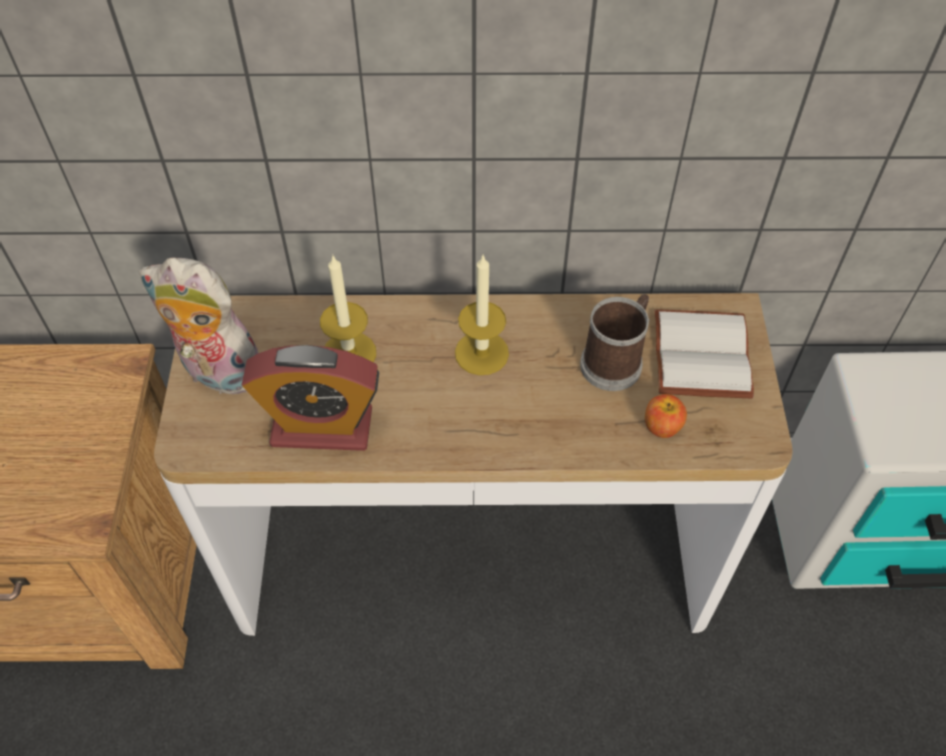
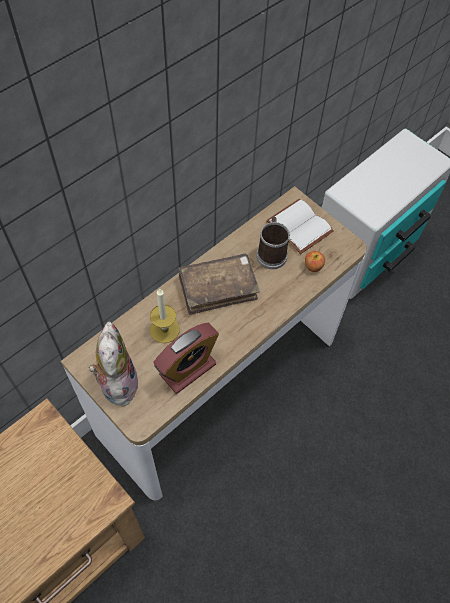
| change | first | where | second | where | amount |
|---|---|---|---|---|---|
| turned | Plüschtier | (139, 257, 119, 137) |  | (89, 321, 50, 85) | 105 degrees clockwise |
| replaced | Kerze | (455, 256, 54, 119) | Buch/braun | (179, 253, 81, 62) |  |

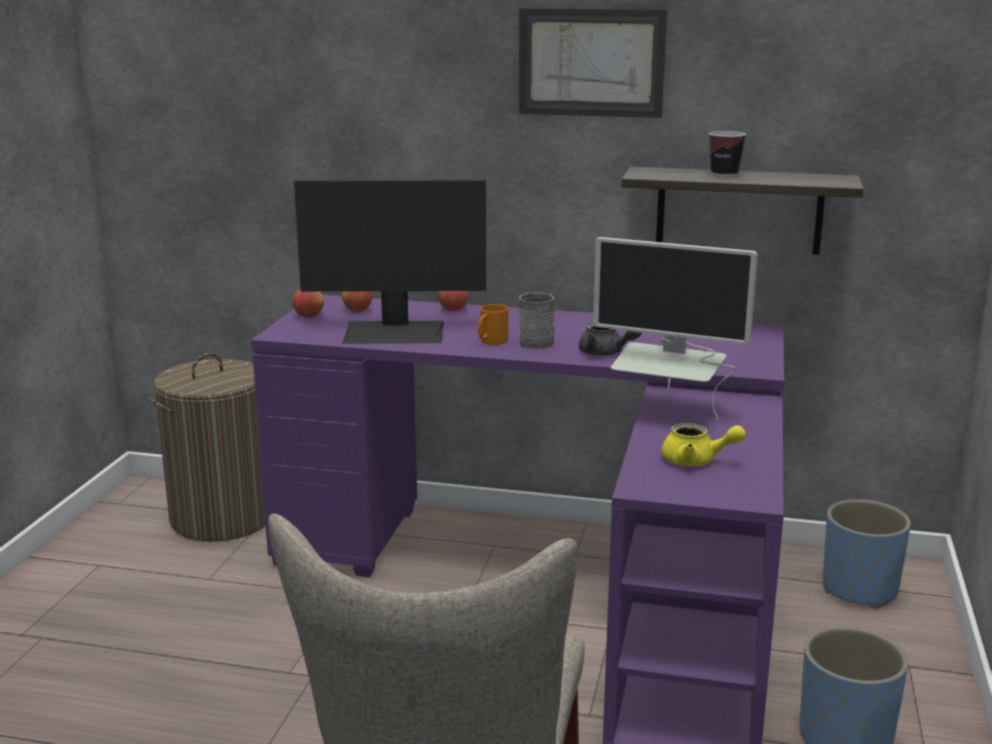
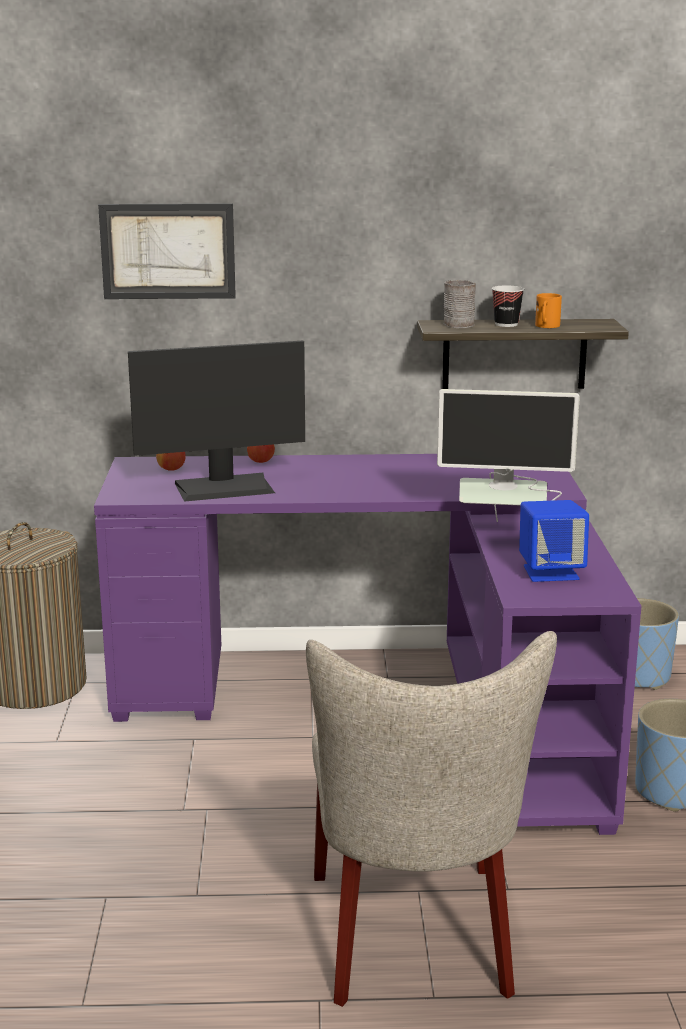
| change | first | where | second | where | amount |
|---|---|---|---|---|---|
| moved | Bild | (519, 8, 148, 110) |  | (98, 203, 138, 96) |  |
| moved | Henkelbecher/grau | (519, 293, 36, 56) |  | (444, 280, 32, 48) |  |
| replaced | Teekanne/gelb | (661, 423, 85, 43) | Lautsprecher/blau | (519, 500, 70, 82) |  |
| moved | Henkelbecher/orange | (478, 304, 30, 41) |  | (535, 293, 27, 35) |  |
| removed | Apfel | (292, 289, 32, 28) |  |  |  |
| removed | Teekanne/grau | (579, 323, 63, 33) |  |  |  |

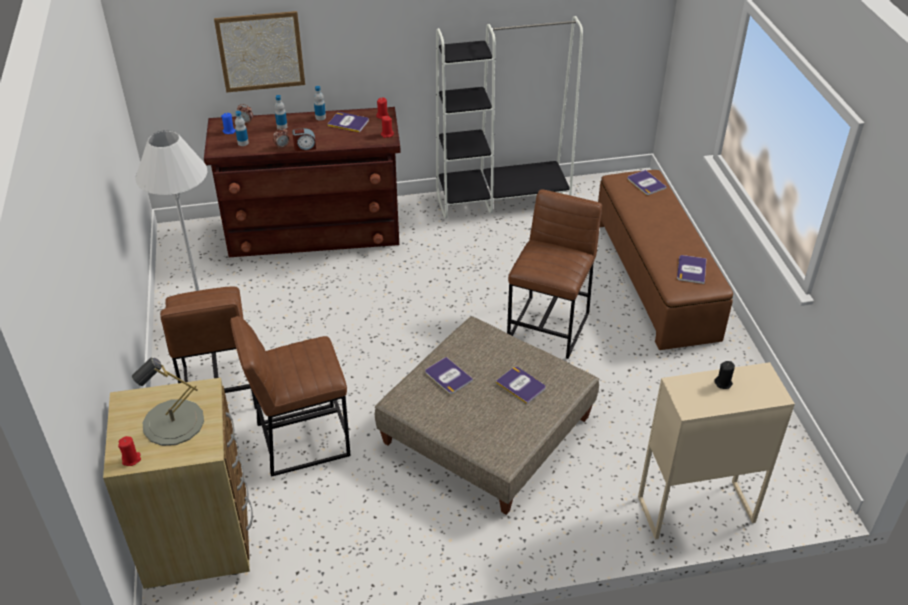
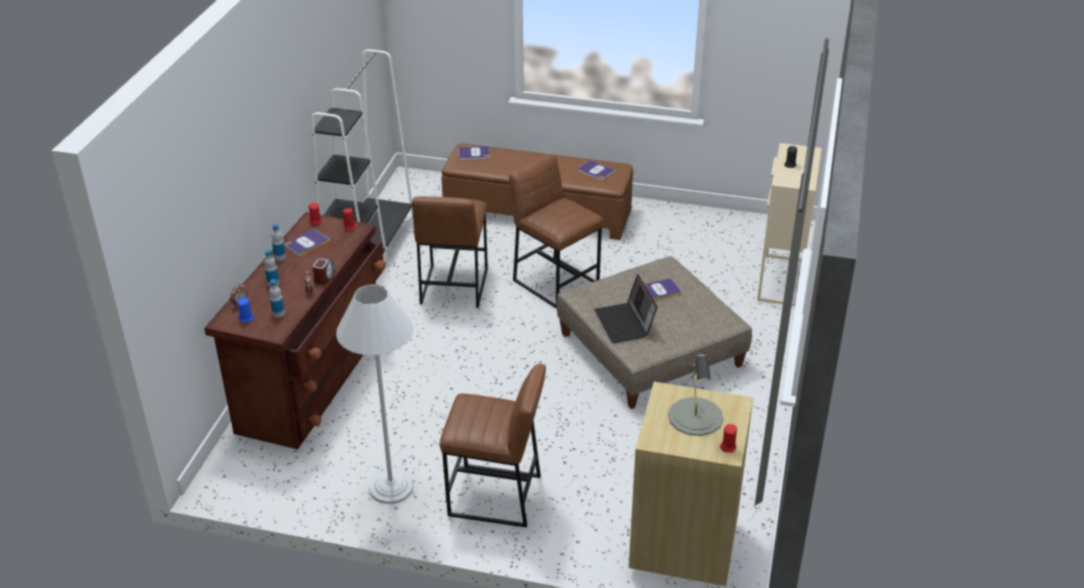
| change | first | where | second | where | amount |
|---|---|---|---|---|---|
| moved | Stuhl/braun | (230, 316, 121, 161) |  | (412, 196, 76, 112) |  |
| replaced | Buch | (425, 357, 48, 37) | Laptop | (594, 274, 63, 69) |  |
| removed | Bild | (214, 11, 91, 81) |  |  |  |

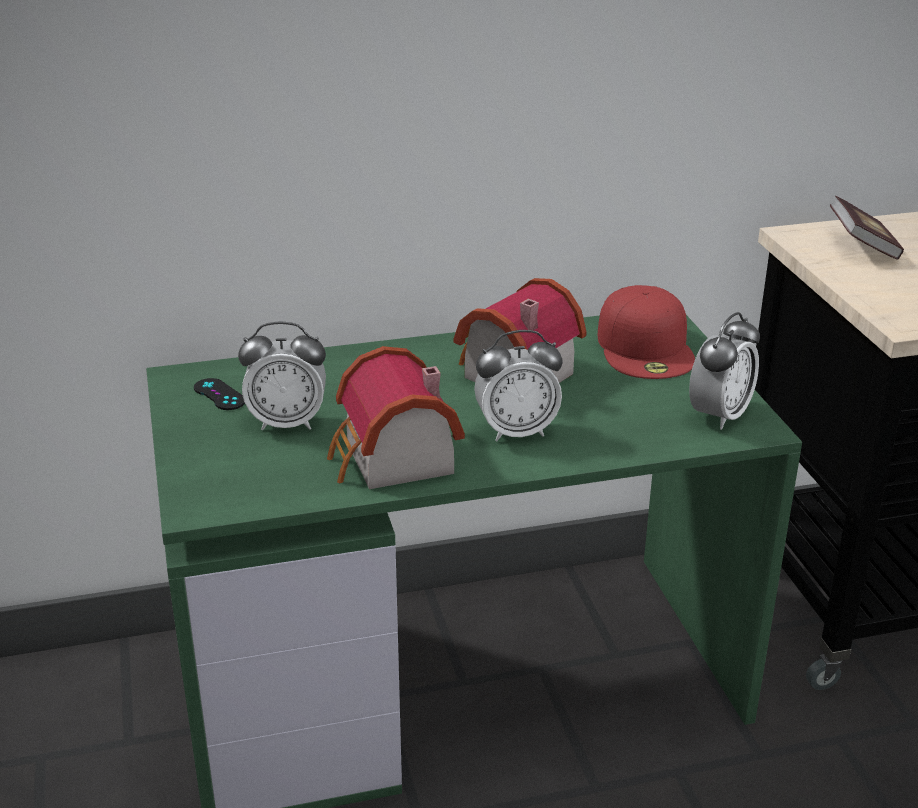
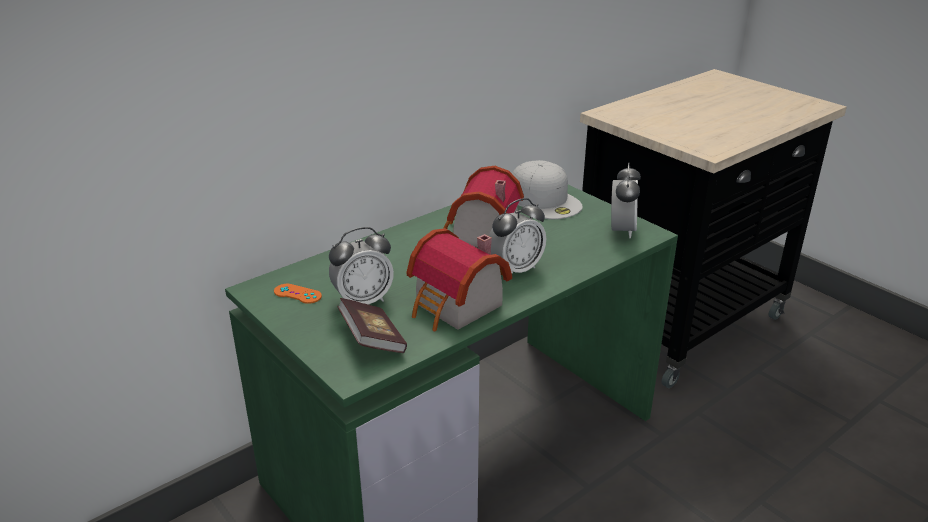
| change | first | where | second | where | amount |
|---|---|---|---|---|---|
| recoloured | Gamepad/schwarz | (194, 378, 51, 32) | Gamepad/orange | (274, 284, 48, 20) |  |
| moved | Buch | (830, 196, 74, 64) |  | (337, 298, 70, 55) |  |
| recoloured | Kappe/rot | (598, 285, 97, 94) | Kappe/weiß | (512, 160, 71, 59) |  |

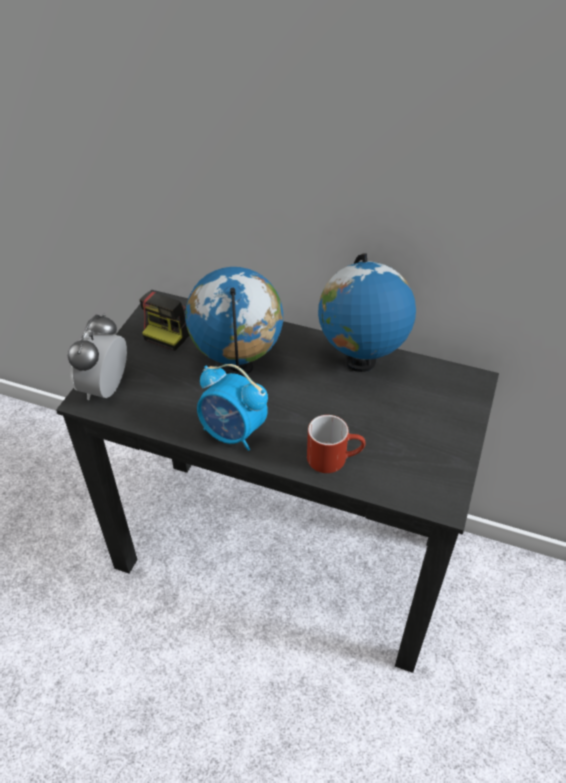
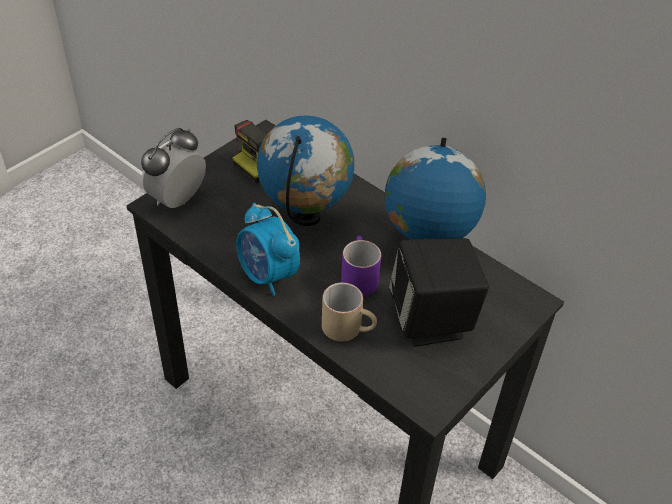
| change | first | where | second | where | amount |
|---|---|---|---|---|---|
| recoloured | Henkelbecher/rot | (307, 415, 59, 58) | Henkelbecher/beige | (322, 282, 55, 60) |  |
| added |  |  | Henkelbecher/lila | (341, 236, 40, 60) |  |
| added |  |  | Lautsprecher/schwarz | (389, 238, 100, 109) |  |

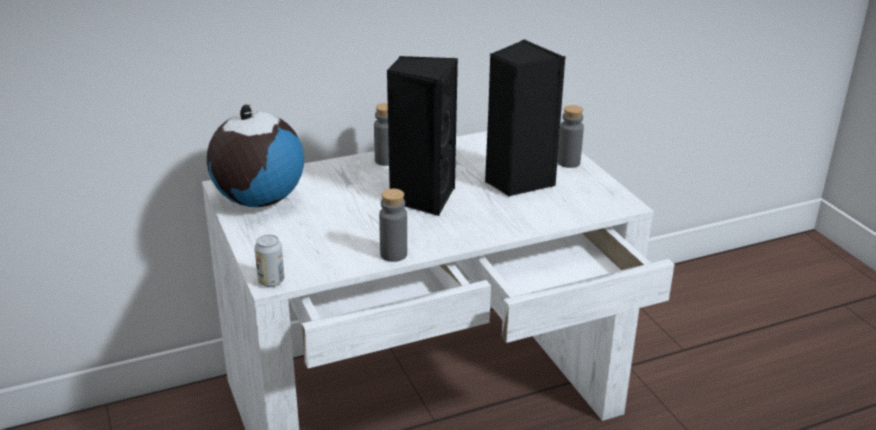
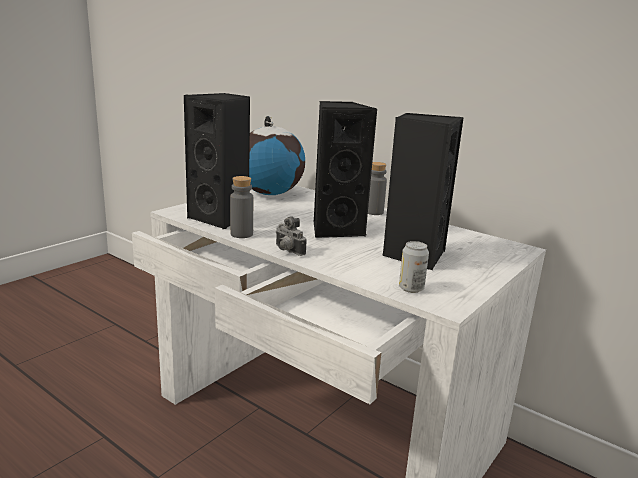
| change | first | where | second | where | amount |
|---|---|---|---|---|---|
| added |  |  | Lautsprecher/schwarz | (184, 93, 66, 136) |  |
| added |  |  | Kamera | (276, 216, 31, 40) |  |
| moved | Dose | (255, 235, 29, 52) |  | (399, 241, 30, 52) |  |
| removed | Flasche/grau | (558, 105, 26, 63) |  |  |  |

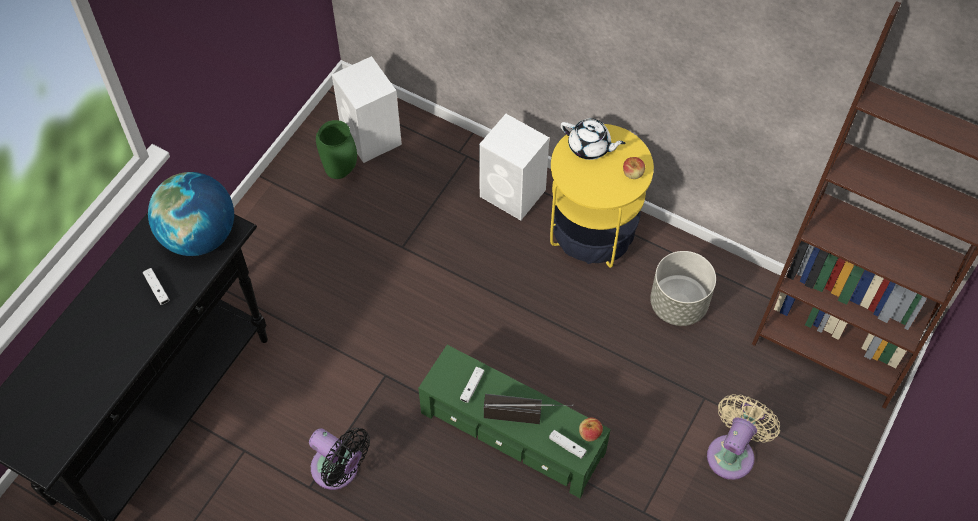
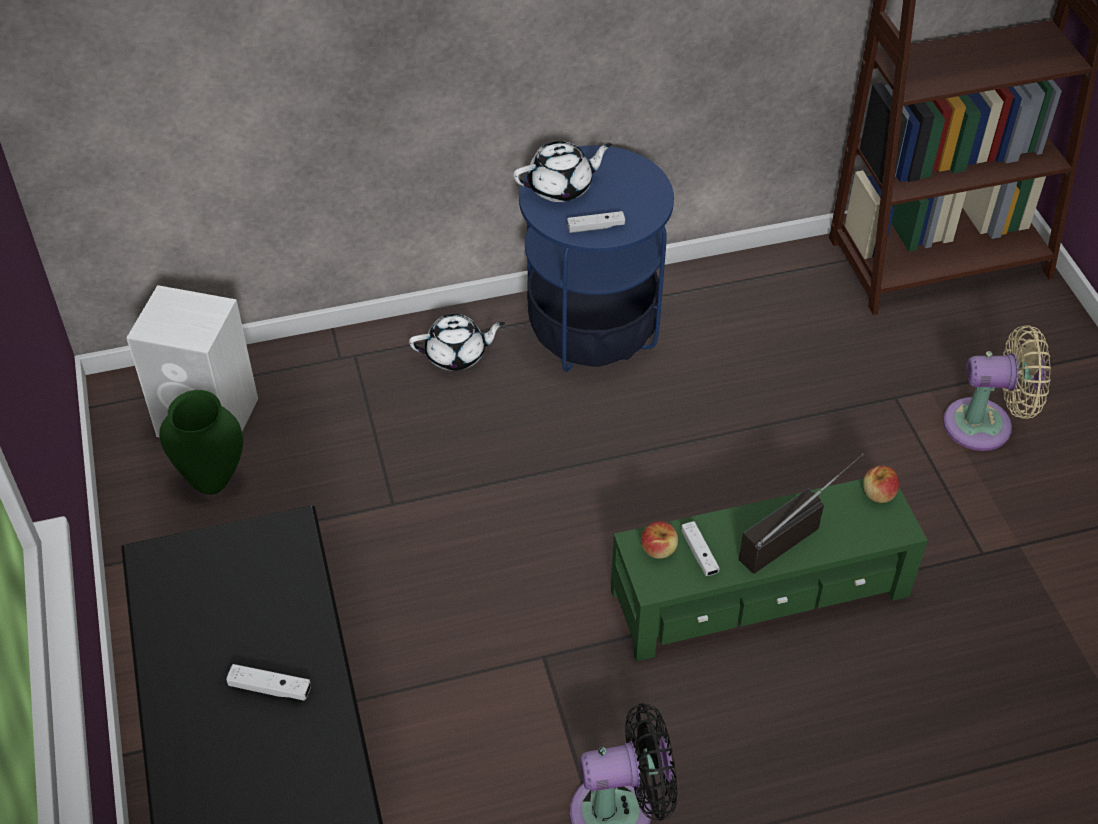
| change | first | where | second | where | amount |
|---|---|---|---|---|---|
| replaced | Lautsprecher/weiß | (479, 114, 70, 106) | Teekanne/weiß | (409, 314, 96, 57) |  |
| recoloured | Beistelltisch/gelb | (550, 124, 104, 144) | Beistelltisch/blau | (519, 145, 155, 227) |  |
| moved | Gamepad/weiß | (549, 430, 38, 29) |  | (567, 211, 58, 22) |  |
| moved | Apfel | (623, 157, 22, 22) |  | (641, 521, 37, 38) |  |
| turned | Ventilator/beige | (707, 394, 73, 86) |  | (943, 325, 108, 126) | 105 degrees clockwise |
| removed | Globus | (148, 172, 86, 84) |  |  |  |
| removed | Pflanzkübel/grau | (650, 251, 66, 75) |  |  |  |

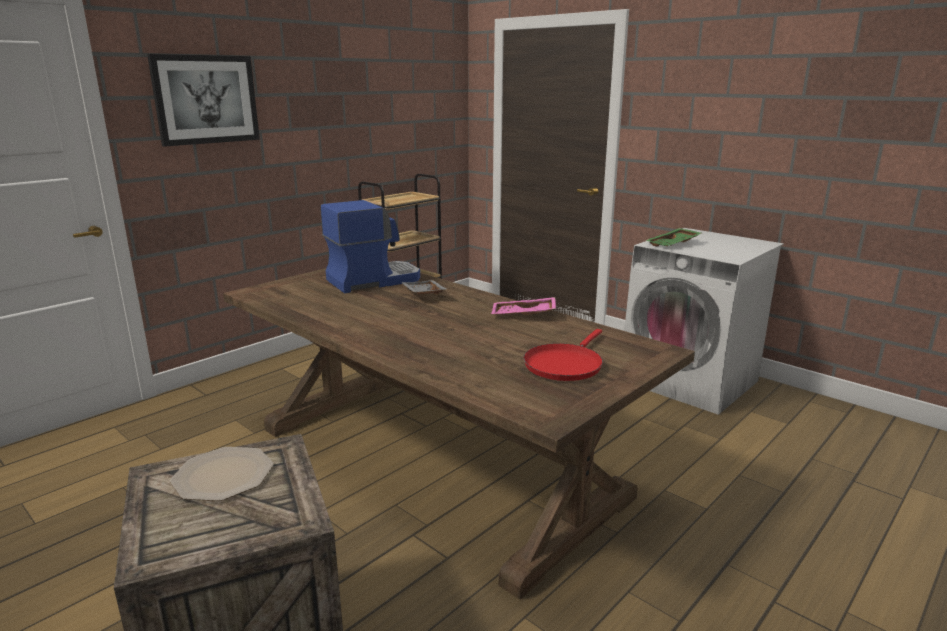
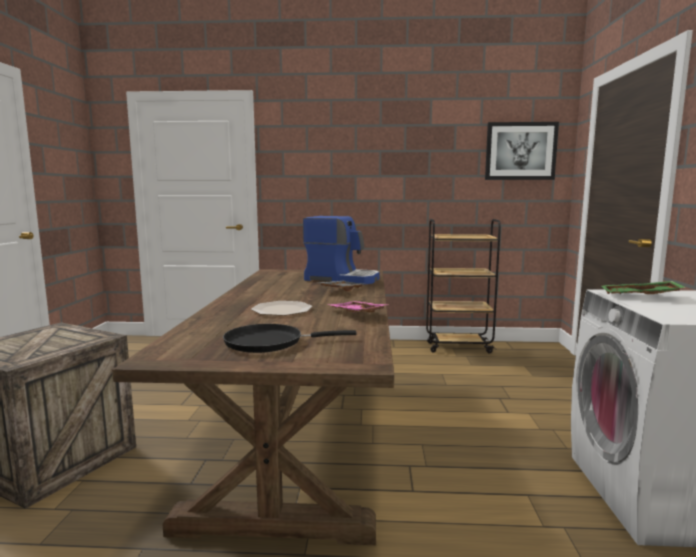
| change | first | where | second | where | amount |
|---|---|---|---|---|---|
| recoloured | Pfanne/rot | (524, 329, 79, 52) | Pfanne/schwarz | (223, 324, 134, 29) |  |
| moved | Teller | (170, 447, 103, 54) |  | (251, 301, 61, 15) |  |
| moved | Bild | (147, 54, 113, 93) |  | (485, 122, 74, 58) |  |

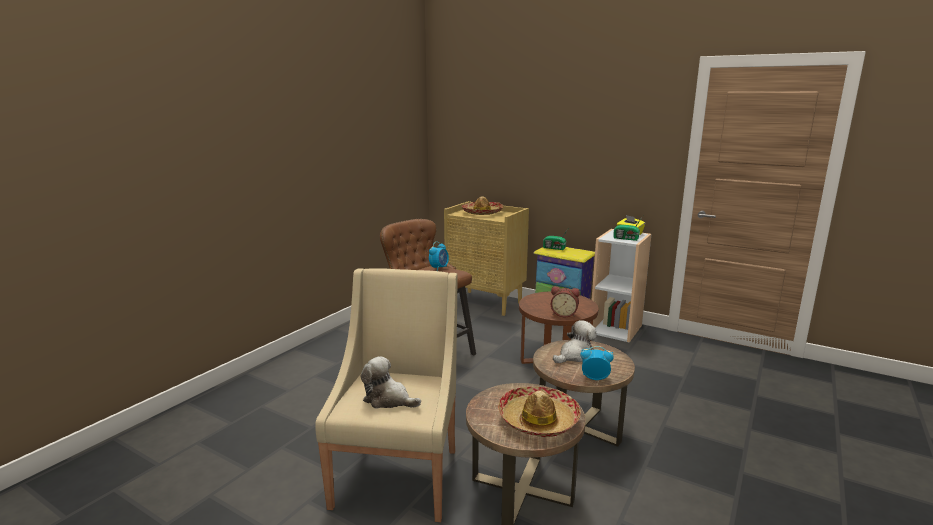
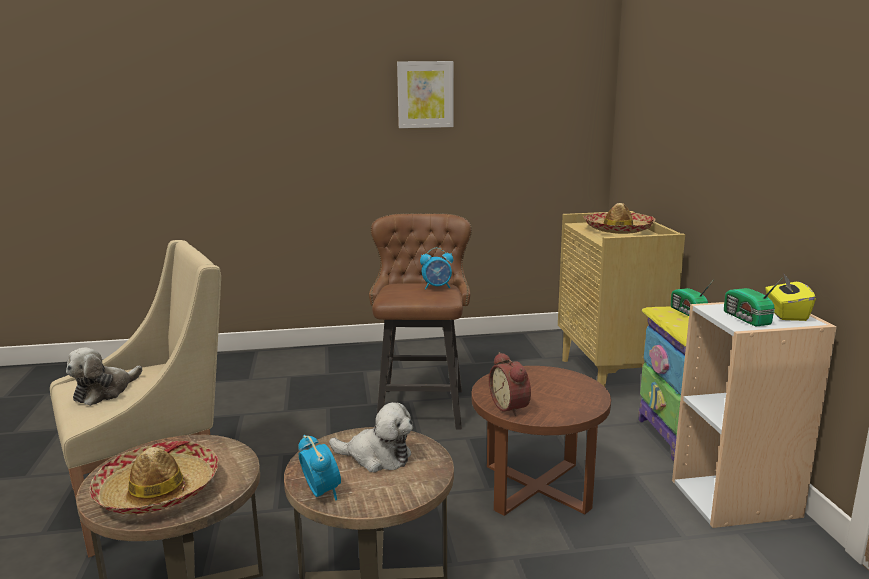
| change | first | where | second | where | amount |
|---|---|---|---|---|---|
| turned | Plüschtier | (361, 356, 60, 52) |  | (66, 347, 76, 59) | 135 degrees counterclockwise |
| added |  |  | Bild | (397, 61, 57, 67) |  |

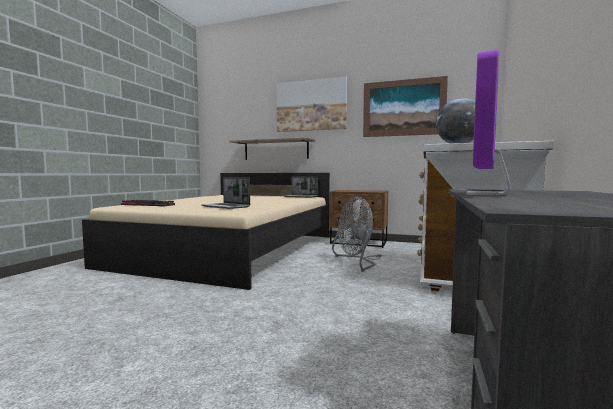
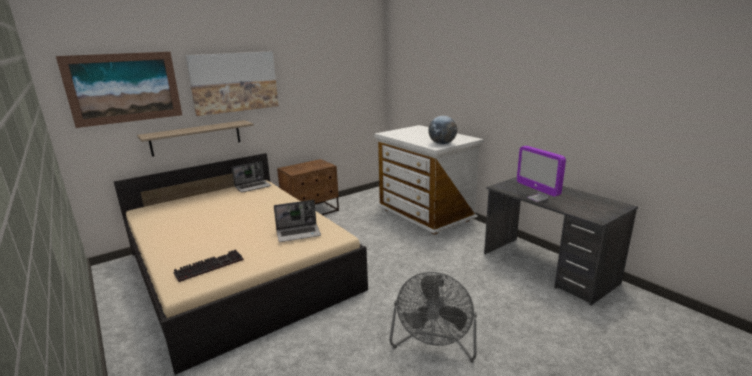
| change | first | where | second | where | amount |
|---|---|---|---|---|---|
| moved | Bild | (363, 76, 85, 61) |  | (56, 52, 126, 76) |  |
| moved | Ventilator/grau | (332, 197, 50, 75) |  | (389, 272, 88, 91) |  |

